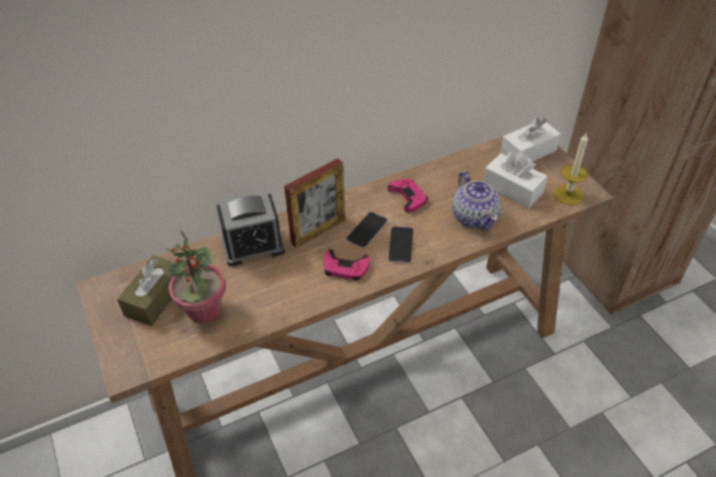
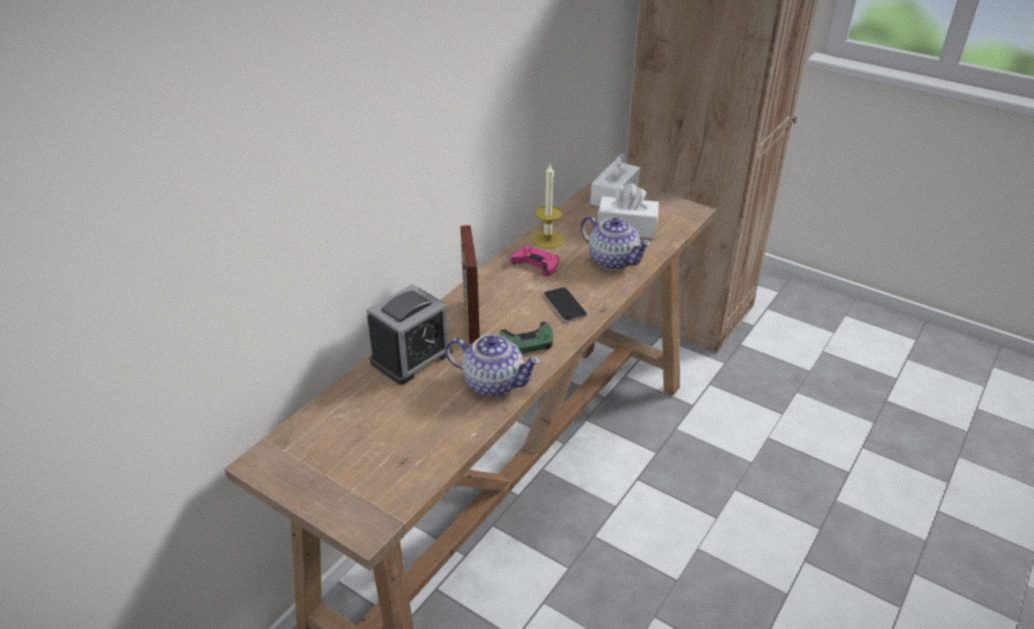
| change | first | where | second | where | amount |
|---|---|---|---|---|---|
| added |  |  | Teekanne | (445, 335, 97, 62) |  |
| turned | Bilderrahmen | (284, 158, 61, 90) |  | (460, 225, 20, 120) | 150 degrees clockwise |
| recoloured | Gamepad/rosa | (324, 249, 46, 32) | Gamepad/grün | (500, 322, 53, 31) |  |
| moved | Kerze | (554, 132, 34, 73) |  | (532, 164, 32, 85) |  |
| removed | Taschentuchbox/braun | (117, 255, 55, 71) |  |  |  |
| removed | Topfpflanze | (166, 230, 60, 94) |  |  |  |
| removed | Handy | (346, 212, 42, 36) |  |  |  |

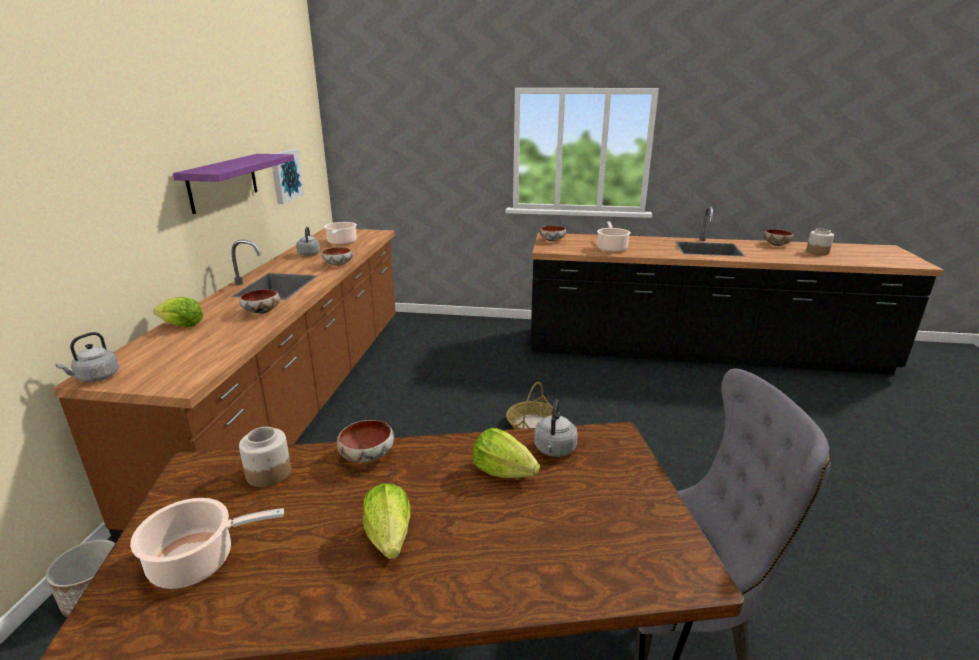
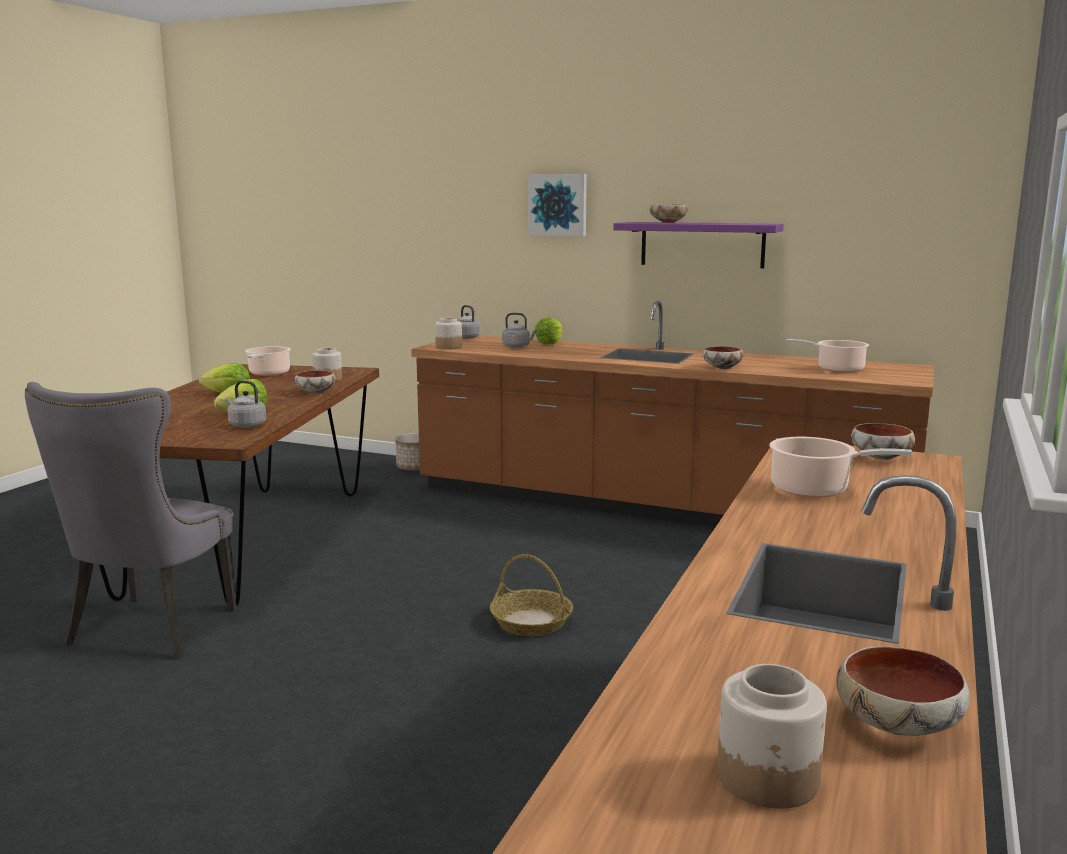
| change | first | where | second | where | amount |
|---|---|---|---|---|---|
| added |  |  | Vorratsglas | (435, 318, 27, 32) |  |
| moved | Wasserkessel/grau | (296, 227, 24, 29) |  | (502, 313, 36, 35) |  |
| moved | Bild | (272, 149, 32, 55) |  | (528, 174, 59, 62) |  |
| moved | Schüssel | (239, 289, 41, 25) |  | (650, 204, 38, 19) |  |

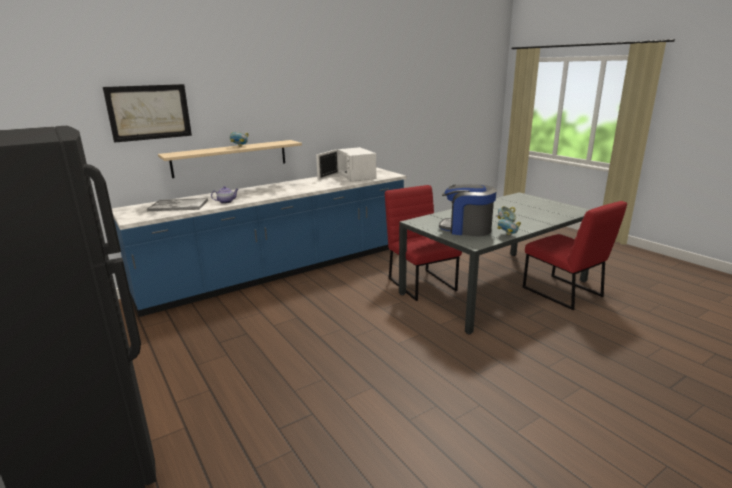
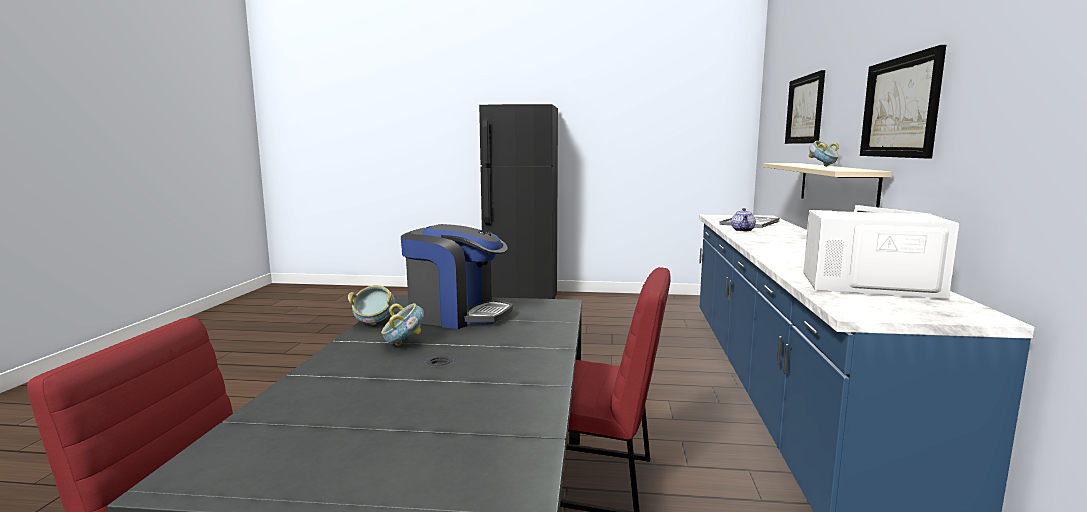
| change | first | where | second | where | amount |
|---|---|---|---|---|---|
| turned | Kaffeemaschine | (439, 184, 58, 52) |  | (401, 224, 112, 105) | 45 degrees clockwise |
| added |  |  | Bild | (860, 45, 86, 113) |  |

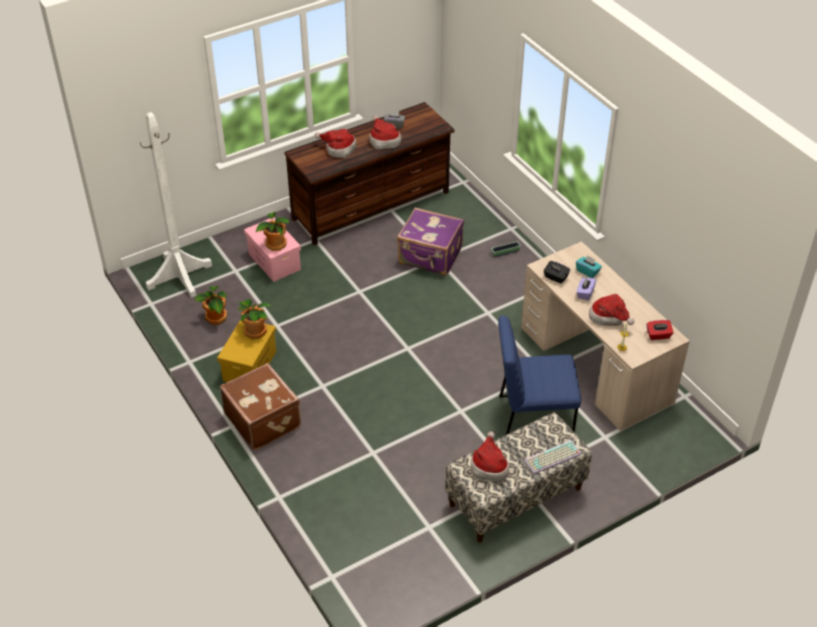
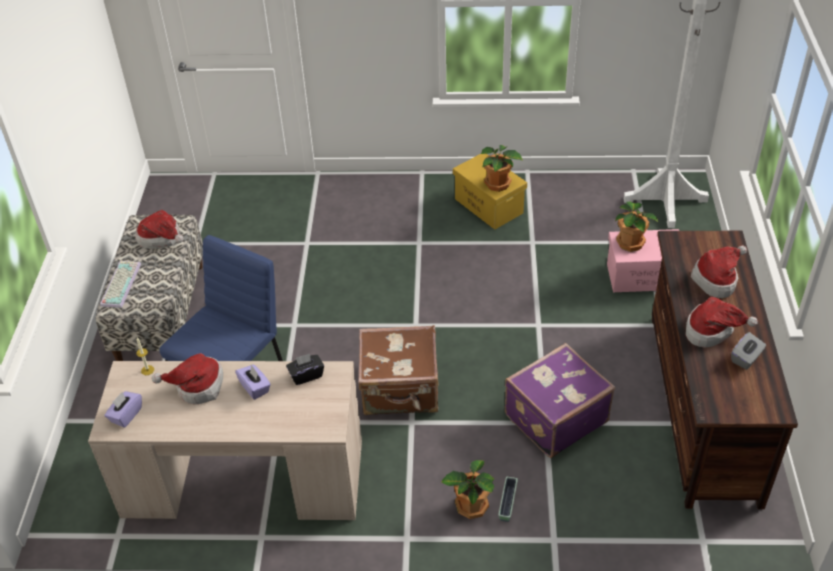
| change | first | where | second | where | amount |
|---|---|---|---|---|---|
| recoloured | Taschentuchbox/rot | (646, 320, 28, 20) | Taschentuchbox/lila | (104, 391, 38, 37) |  |
| moved | Koffer/braun | (220, 363, 81, 87) |  | (358, 325, 81, 90) |  |
| moved | Topfpflanze | (195, 285, 32, 39) |  | (441, 460, 53, 59) |  |
| removed | Taschentuchbox/türkis | (576, 255, 26, 23) |  |  |  |

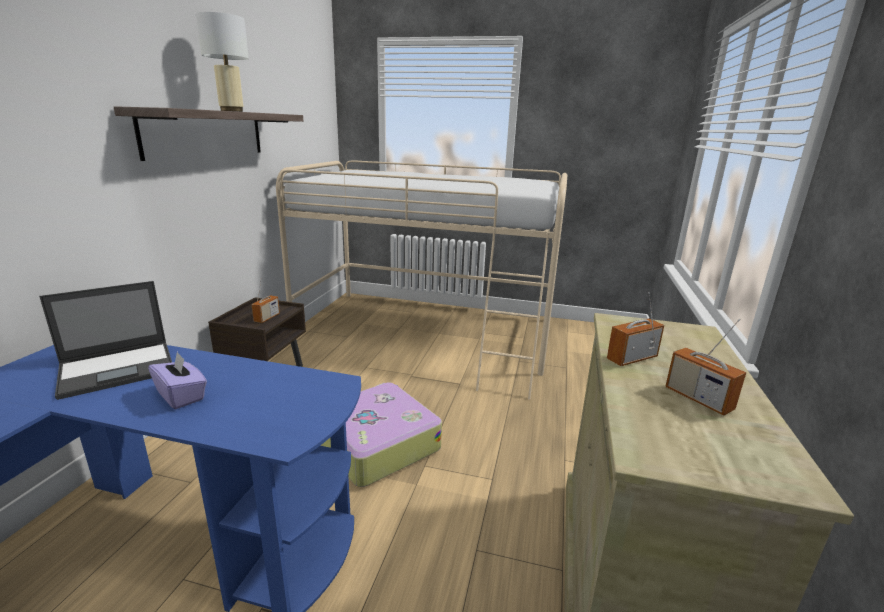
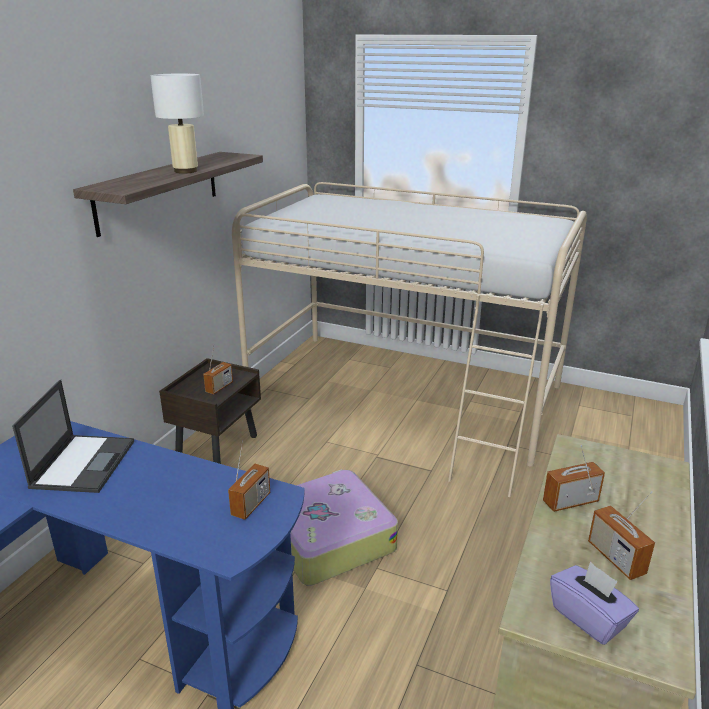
| change | first | where | second | where | amount |
|---|---|---|---|---|---|
| turned | Laptop | (39, 281, 133, 119) |  | (12, 380, 122, 113) | 60 degrees counterclockwise |
| added |  |  | Radio | (228, 440, 42, 80) |  |
| moved | Taschentuchbox/lila | (148, 351, 59, 58) |  | (550, 561, 89, 84) |  |

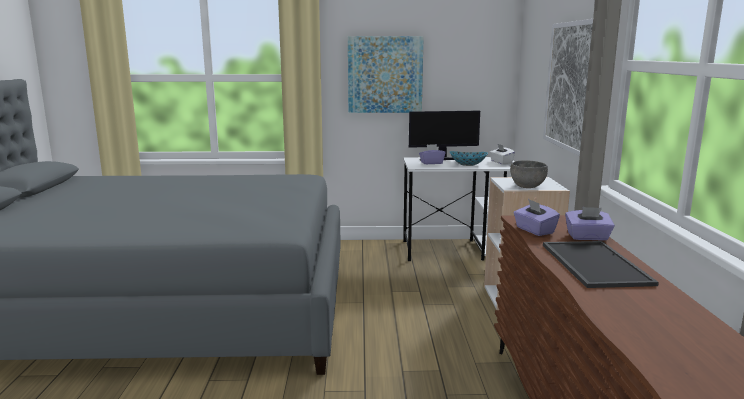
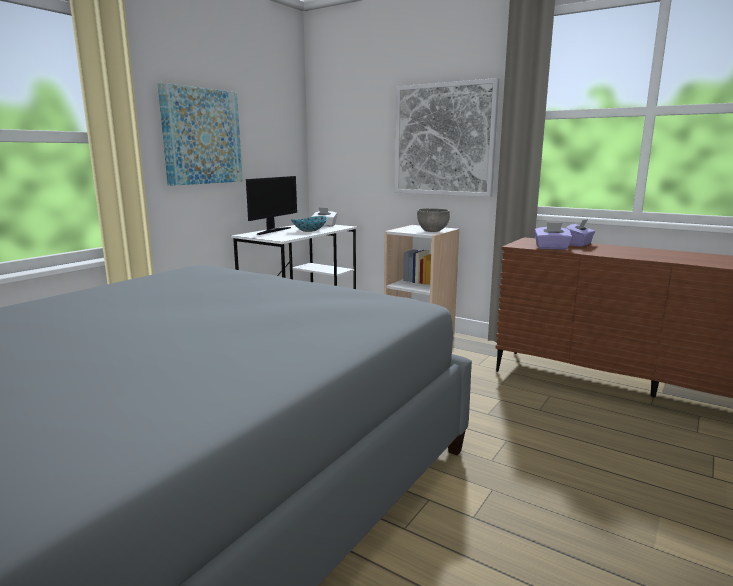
| change | first | where | second | where | amount |
|---|---|---|---|---|---|
| removed | Taschentuchbox/lila | (419, 144, 27, 20) |  |  |  |
| removed | Tablett | (543, 241, 116, 47) |  |  |  |

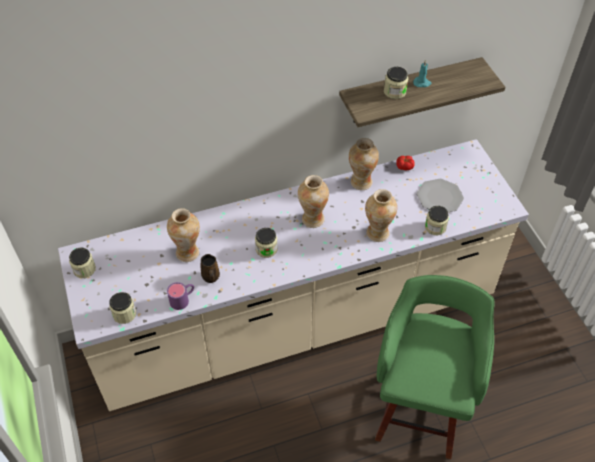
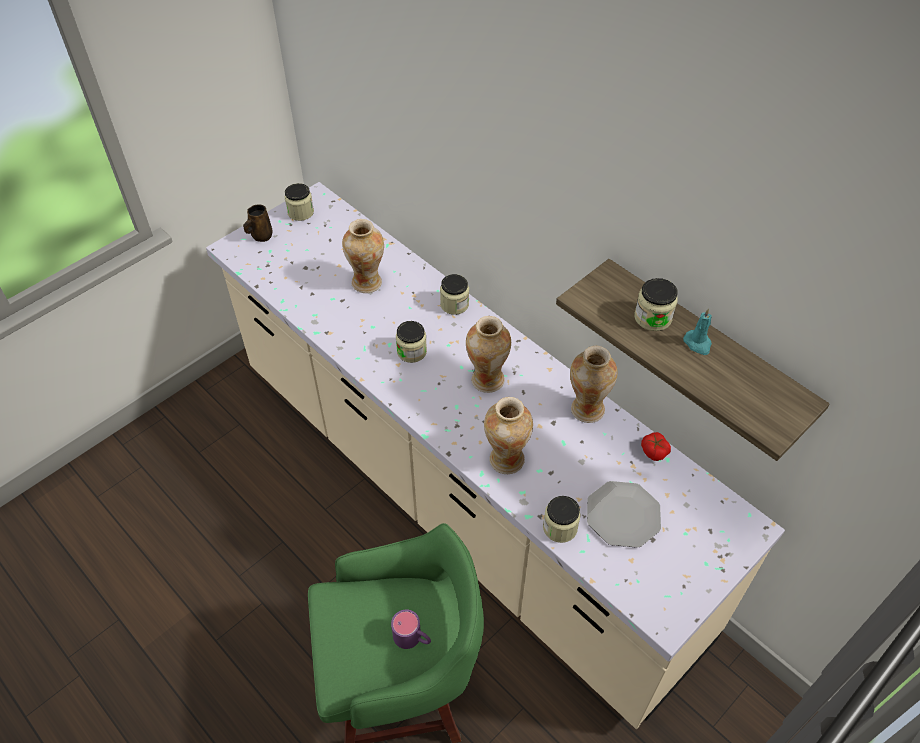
| change | first | where | second | where | amount |
|---|---|---|---|---|---|
| moved | Henkelbecher/braun | (201, 254, 19, 29) |  | (243, 204, 30, 38) |  |
| moved | Henkelbecher/lila | (167, 282, 27, 28) |  | (391, 609, 40, 40) |  |
| moved | Vorratsglas | (109, 292, 27, 32) |  | (440, 274, 29, 41) |  |

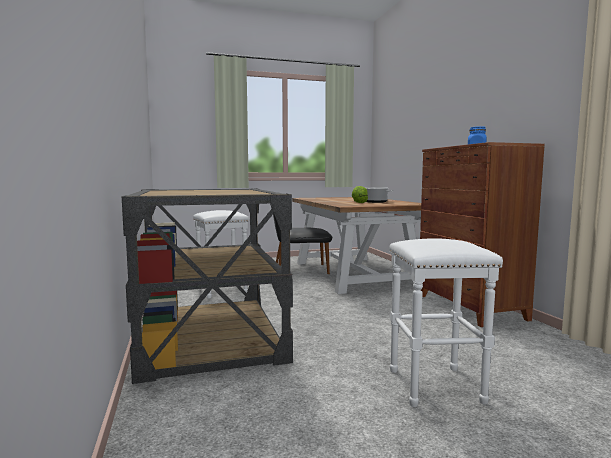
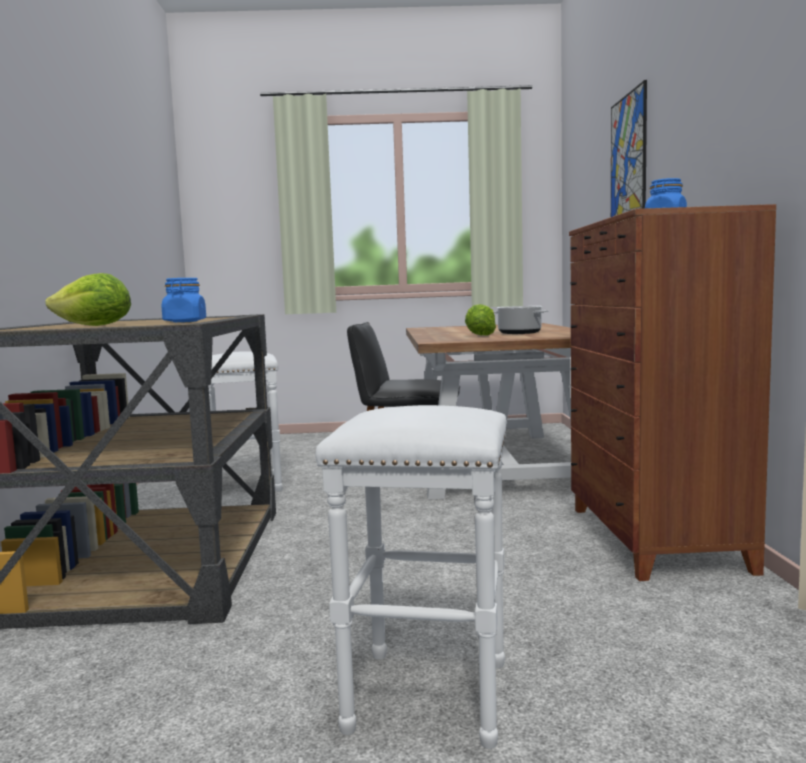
| change | first | where | second | where | amount |
|---|---|---|---|---|---|
| added |  |  | Salatkopf | (45, 273, 86, 53) |  |
| added |  |  | Vorratsglas/blau | (162, 278, 44, 44) |  |
| added |  |  | Bild | (611, 80, 36, 137) |  |

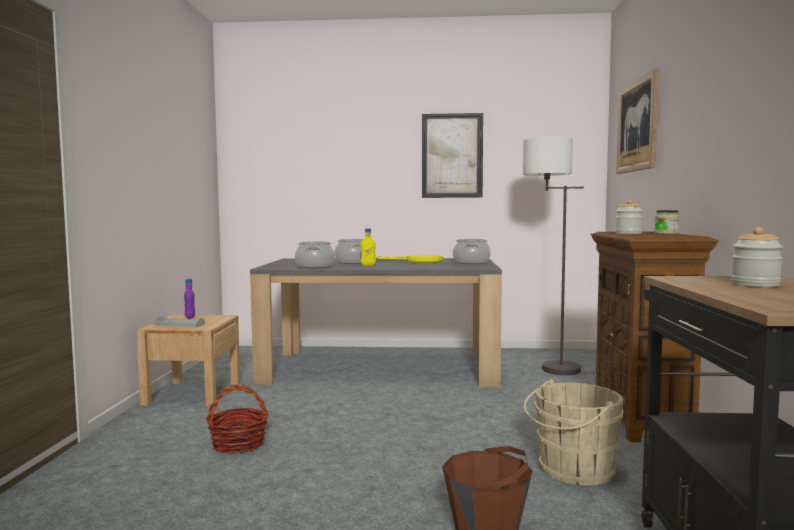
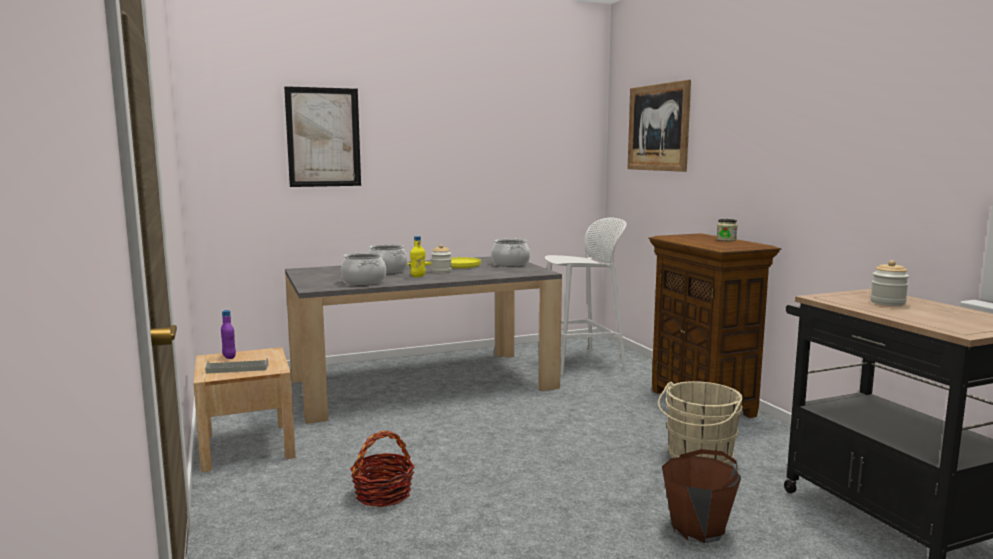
| change | first | where | second | where | amount |
|---|---|---|---|---|---|
| moved | Bild | (422, 113, 61, 85) |  | (284, 86, 77, 101) |  |
| moved | Vorratsglas | (616, 200, 27, 34) |  | (431, 244, 21, 29) |  |
| replaced | Stehlampe/weiß | (523, 137, 61, 238) | Hocker/weiß | (545, 217, 82, 158) |  |

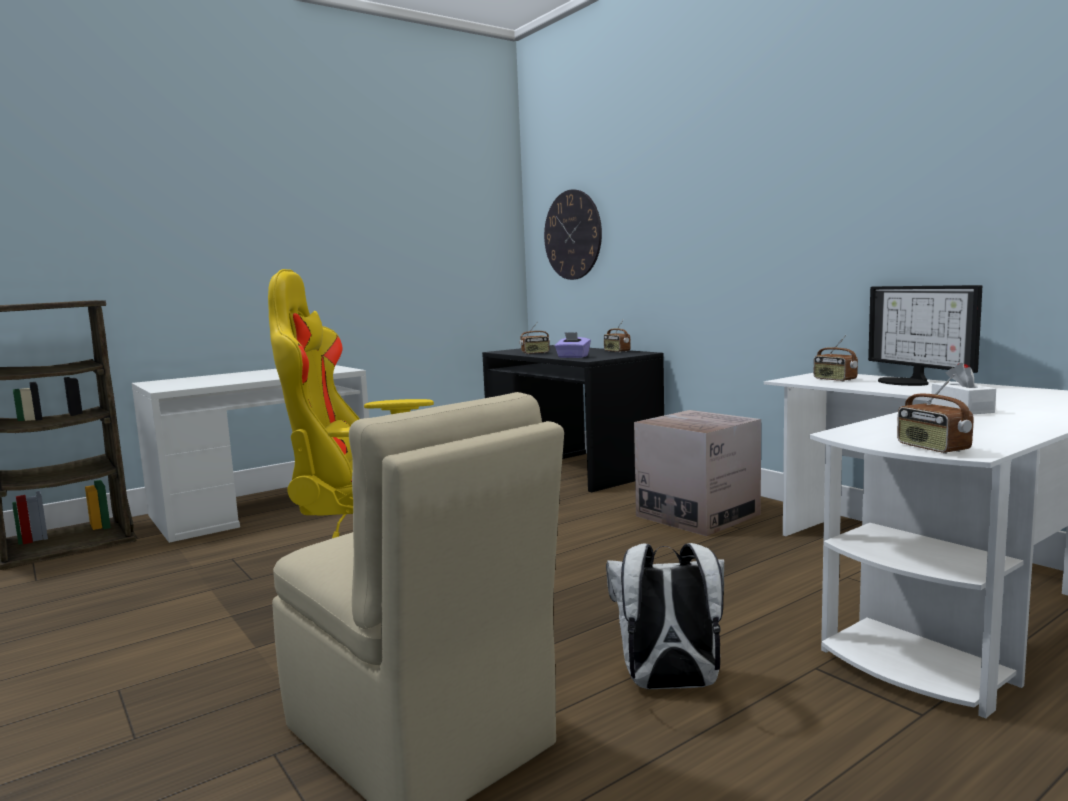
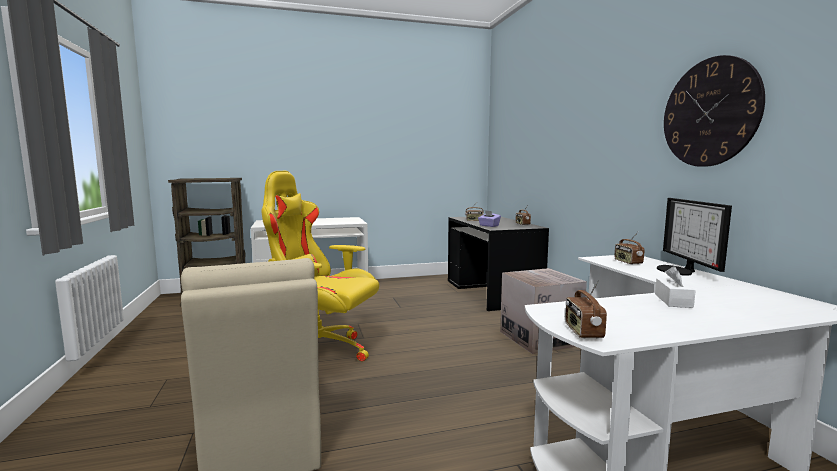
| change | first | where | second | where | amount |
|---|---|---|---|---|---|
| moved | Wanduhr | (544, 190, 58, 90) |  | (664, 55, 101, 112) |  |
| removed | Rucksack/weiß | (606, 543, 118, 146) |  |  |  |

